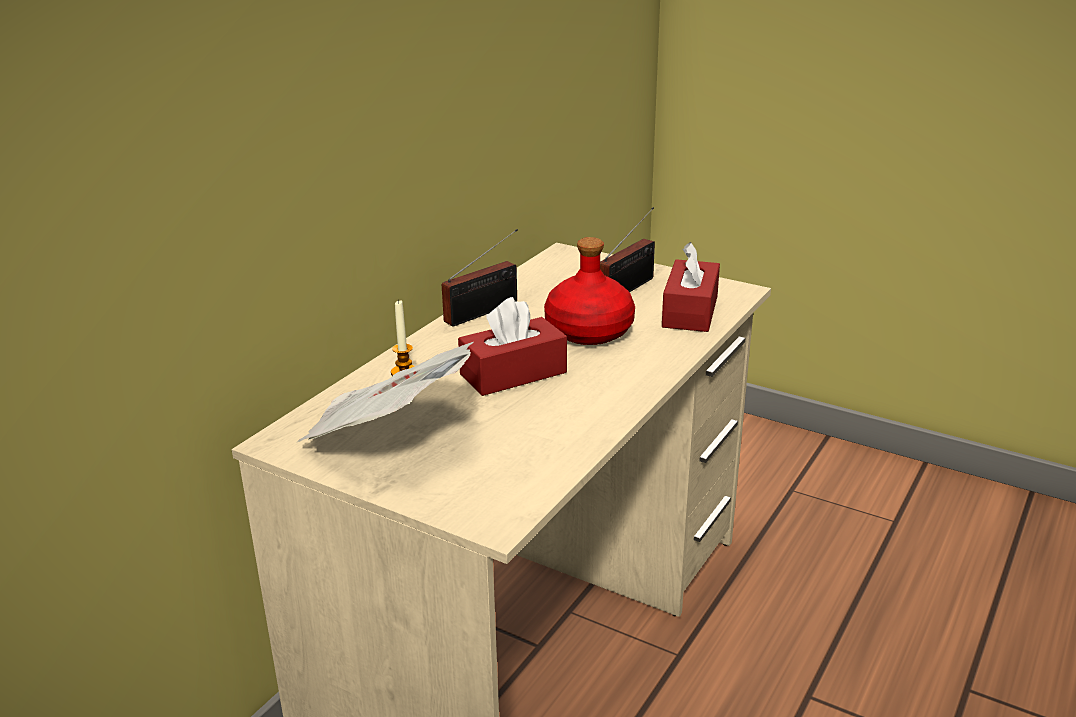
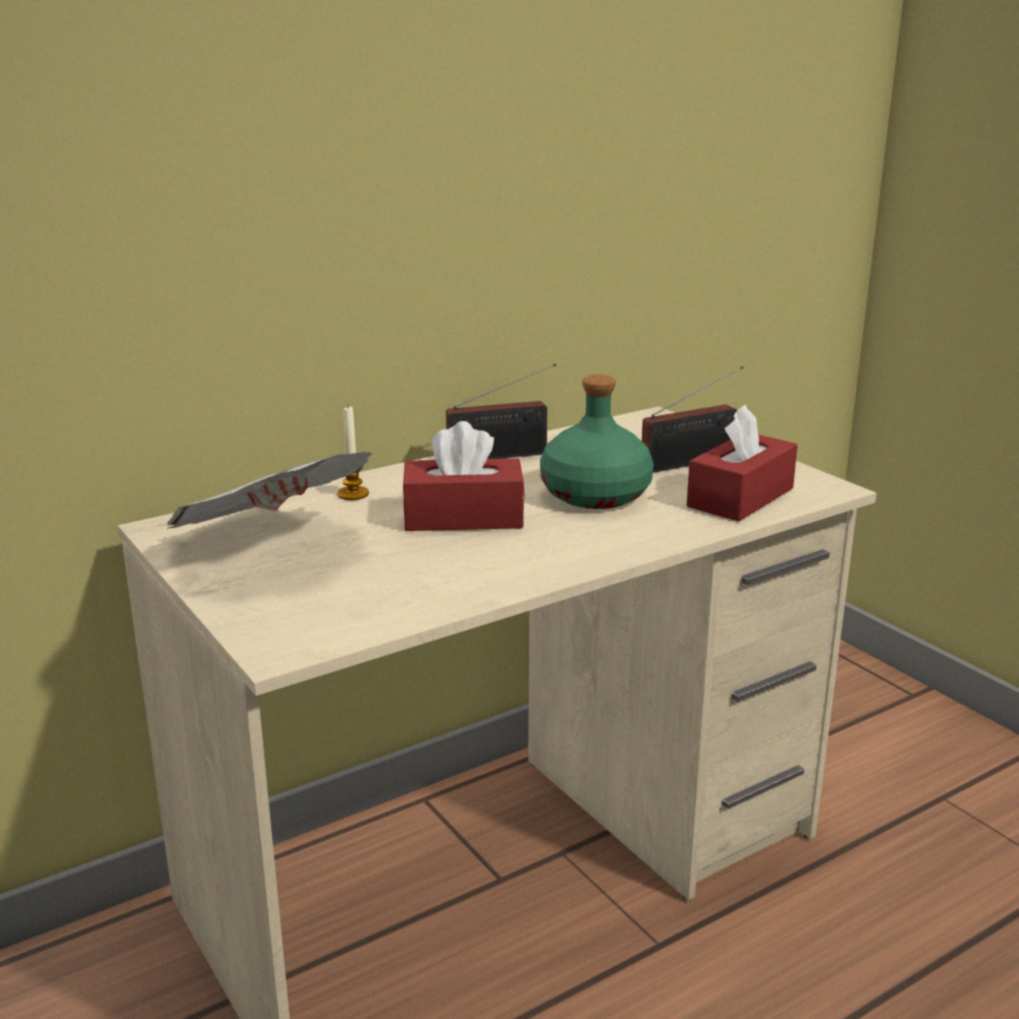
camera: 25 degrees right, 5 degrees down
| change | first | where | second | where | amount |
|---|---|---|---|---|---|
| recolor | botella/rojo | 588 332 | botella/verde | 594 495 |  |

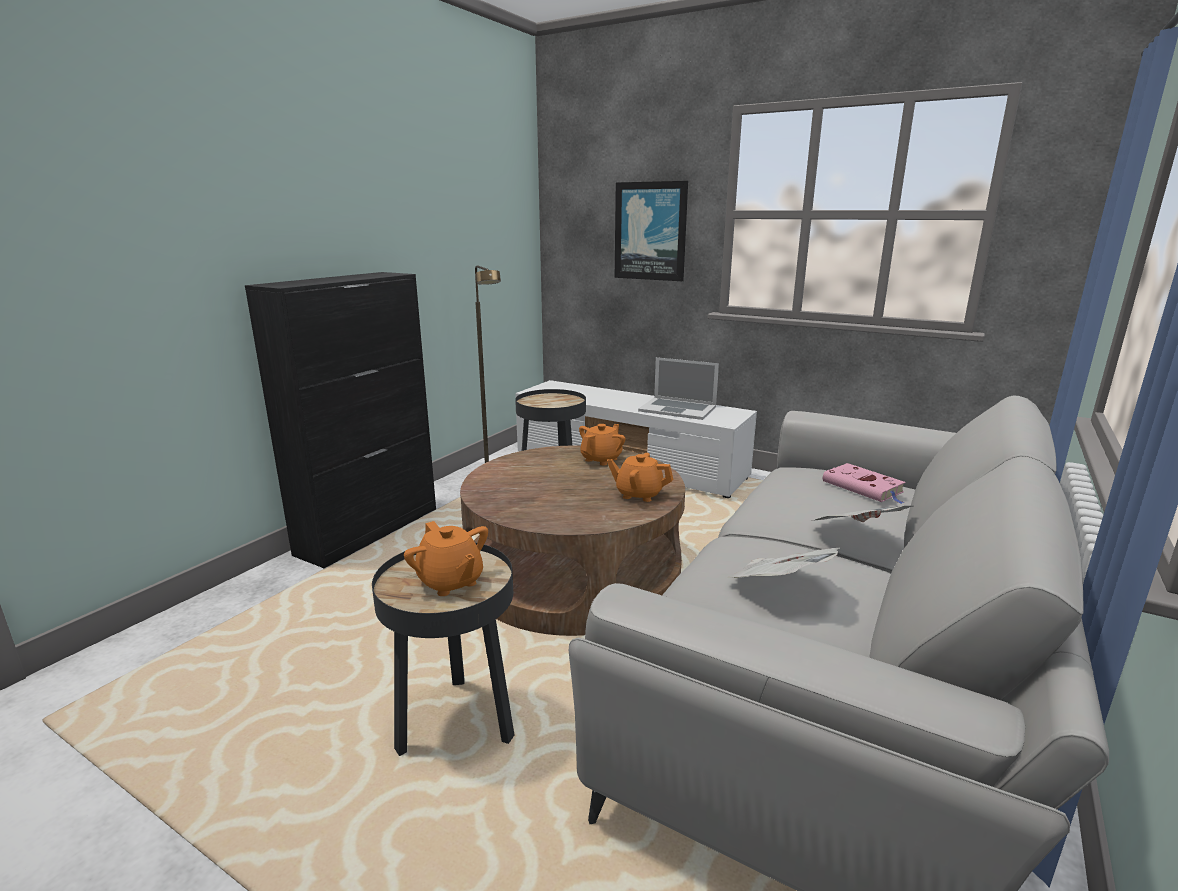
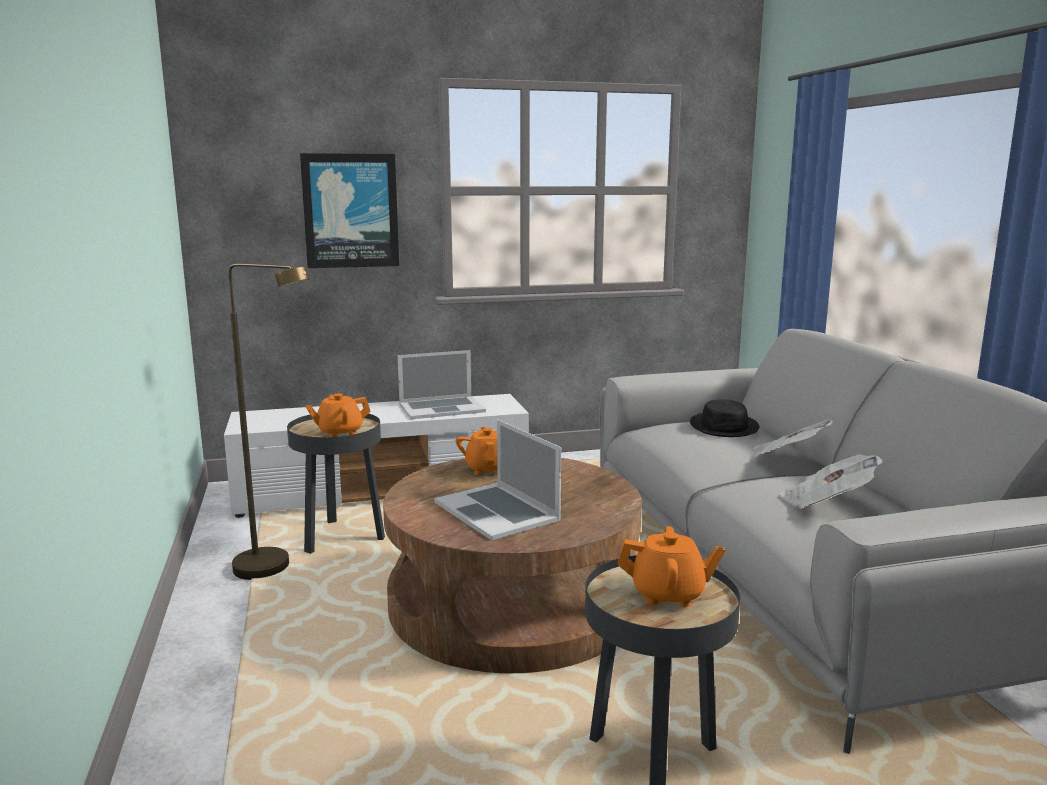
camera: 45 degrees left, 5 degrees down
| change | first | where | second | where | amount |
|---|---|---|---|---|---|
| delete | armario/negro | 370 530 |  |  |  |
| move | tetera/naranja | 639 494 |  | 339 432 |  |
| replace | libro/rosa | 864 488 | sombrero/negro | 724 426 |  |
| insert |  |  | portátil | 497 511 |  |

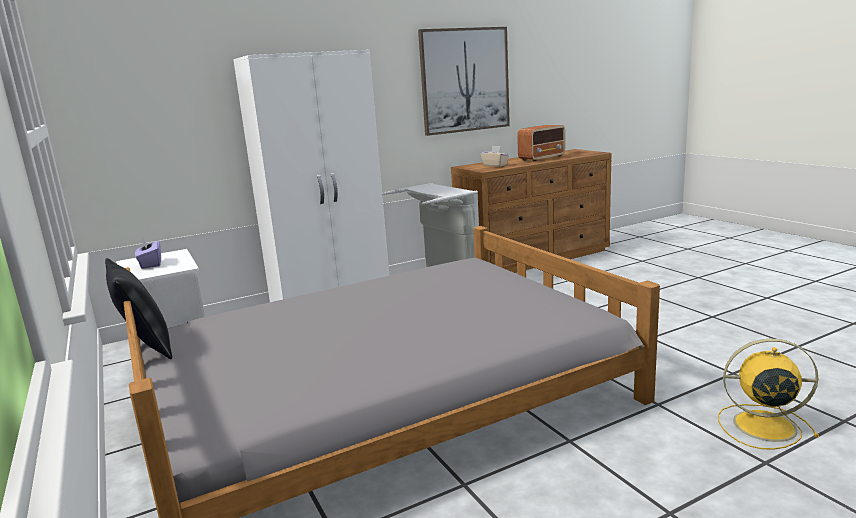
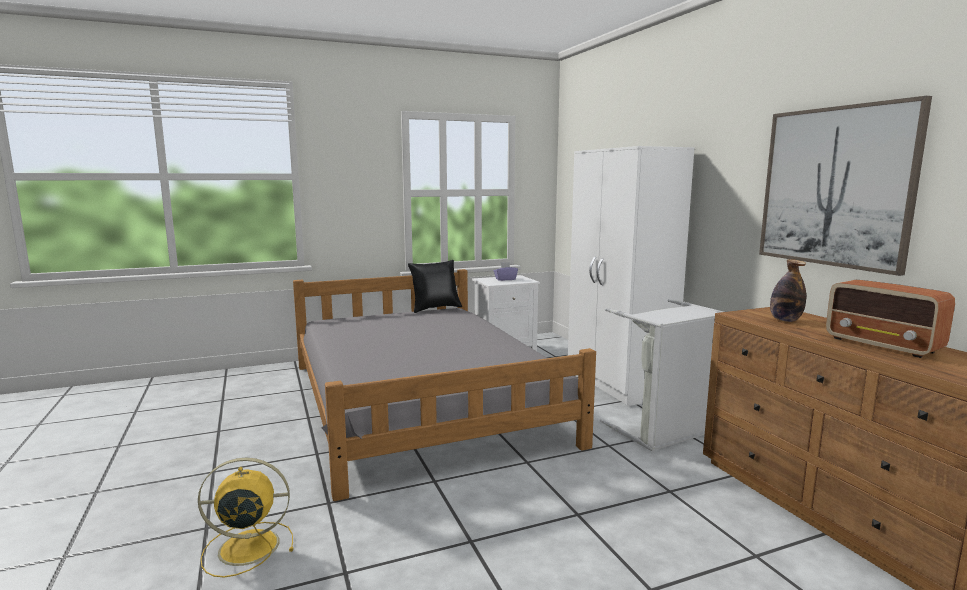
camera: 95 degrees right, 5 degrees down
| change | first | where | second | where | amount |
|---|---|---|---|---|---|
| replace | caja de pañuelos/beis | 495 165 | botella | 785 320 |  |
| rotate | ventilador/amarillo | 761 426 |  | 246 547 | 120 degrees counterclockwise |

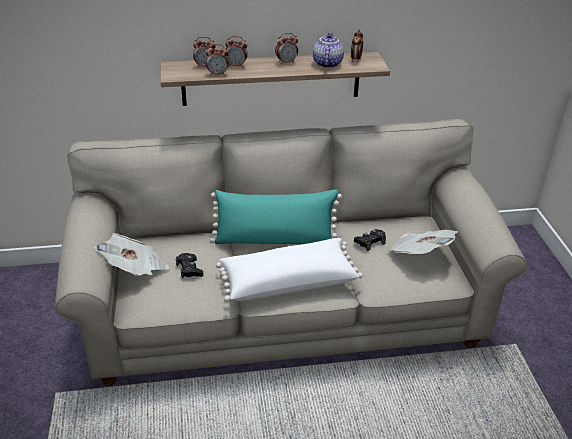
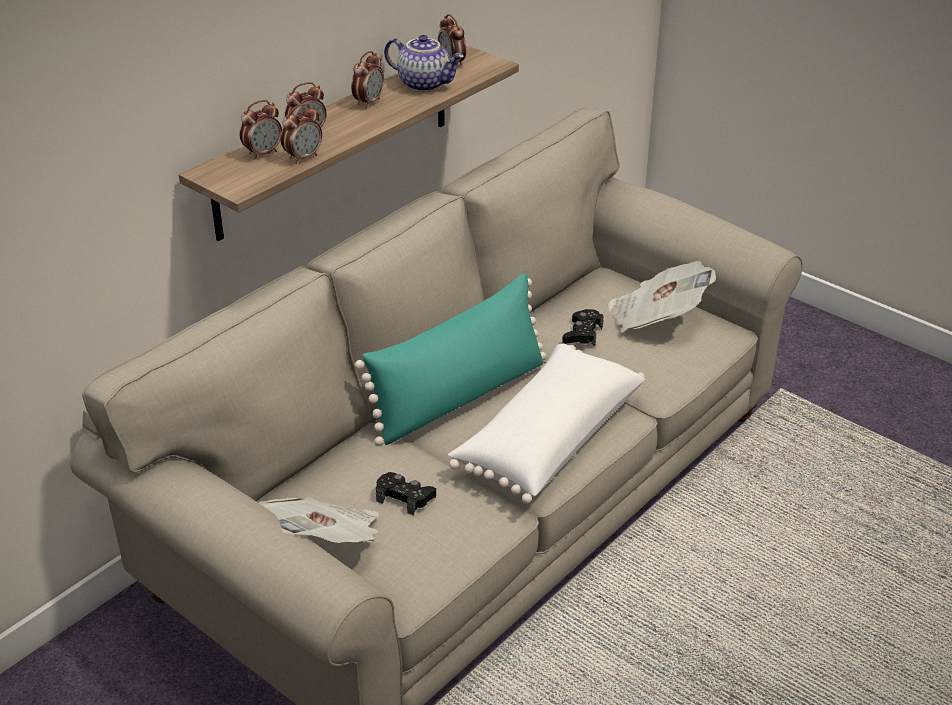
camera: 40 degrees left, 0 degrees up
| change | first | where | second | where | amount |
|---|---|---|---|---|---|
| rotate | tetera | 326 63 |  | 425 84 | 150 degrees clockwise |

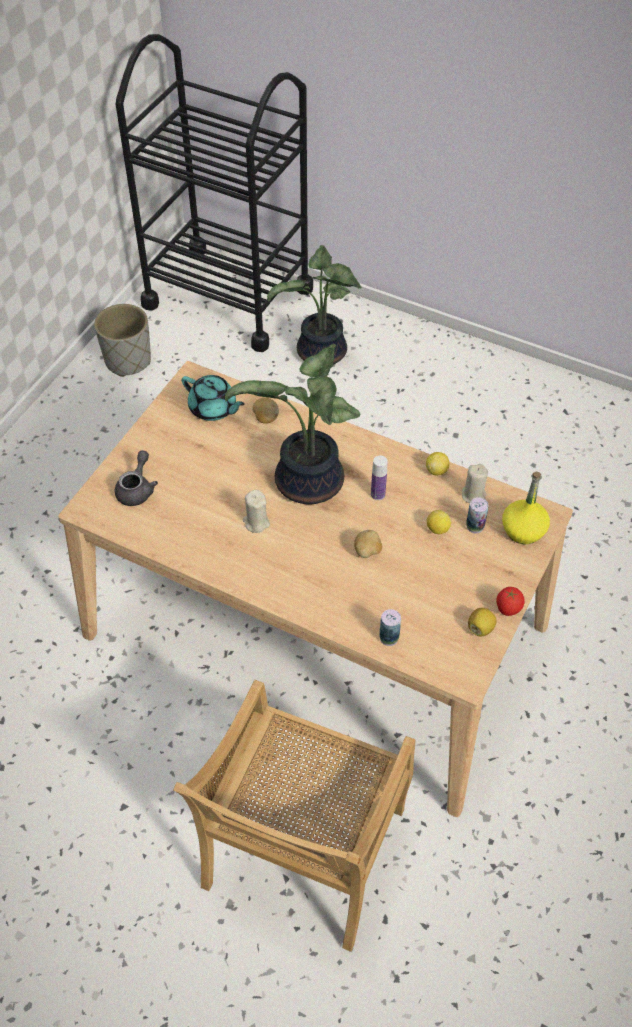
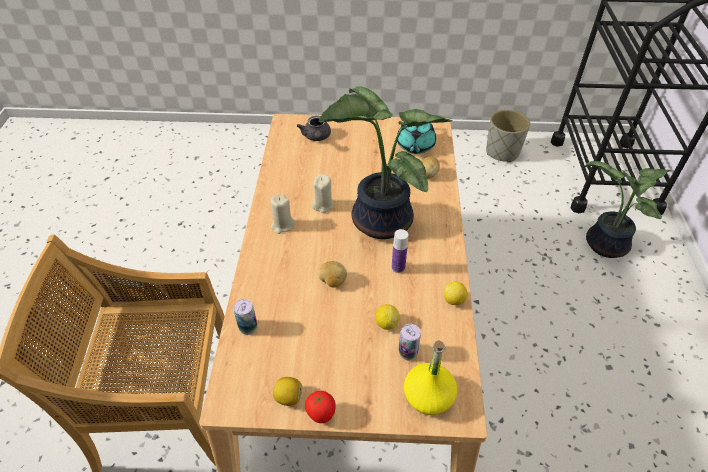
camera: 65 degrees right, 5 degrees down
| change | first | where | second | where | amount |
|---|---|---|---|---|---|
| rotate | tetera/gris | 137 489 |  | 316 137 | 90 degrees clockwise |
| move | vela/beis | 474 495 |  | 282 225 |  |

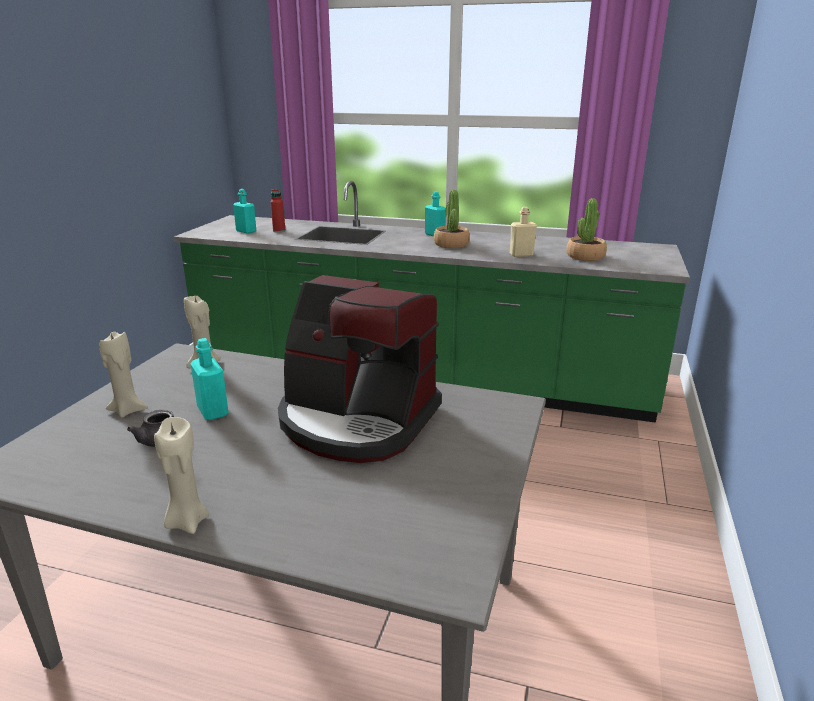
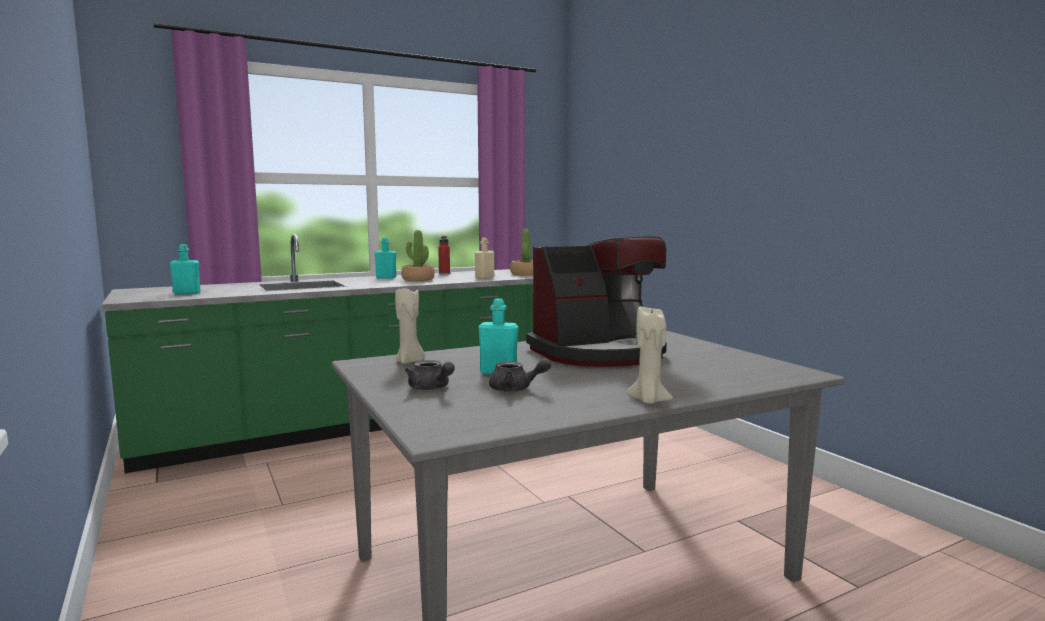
camera: 45 degrees left, 15 degrees down
| change | first | where | second | where | amount |
|---|---|---|---|---|---|
| replace | vela/beis | 128 410 | tetera/gris | 431 388 |  |
| move | botella/rojo | 279 231 |  | 444 273 |  |

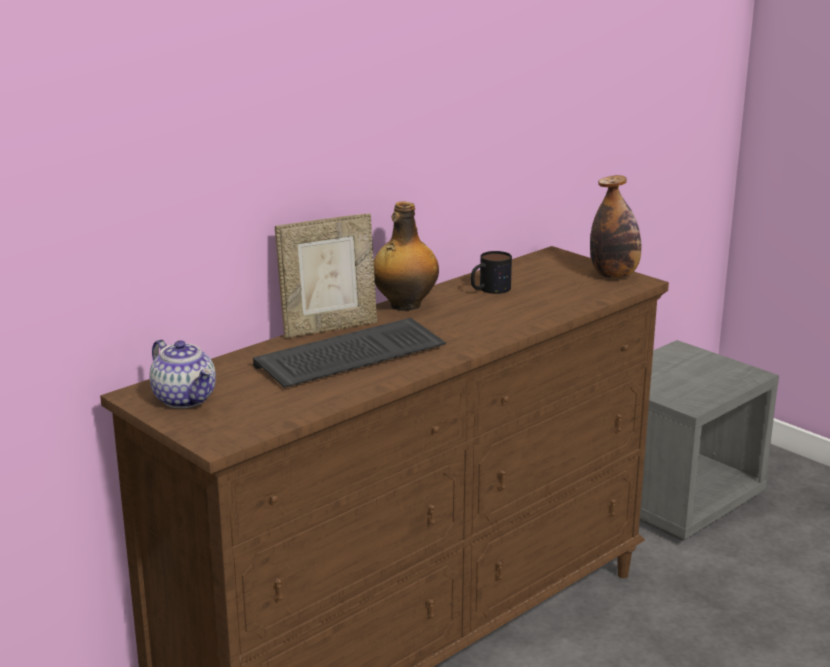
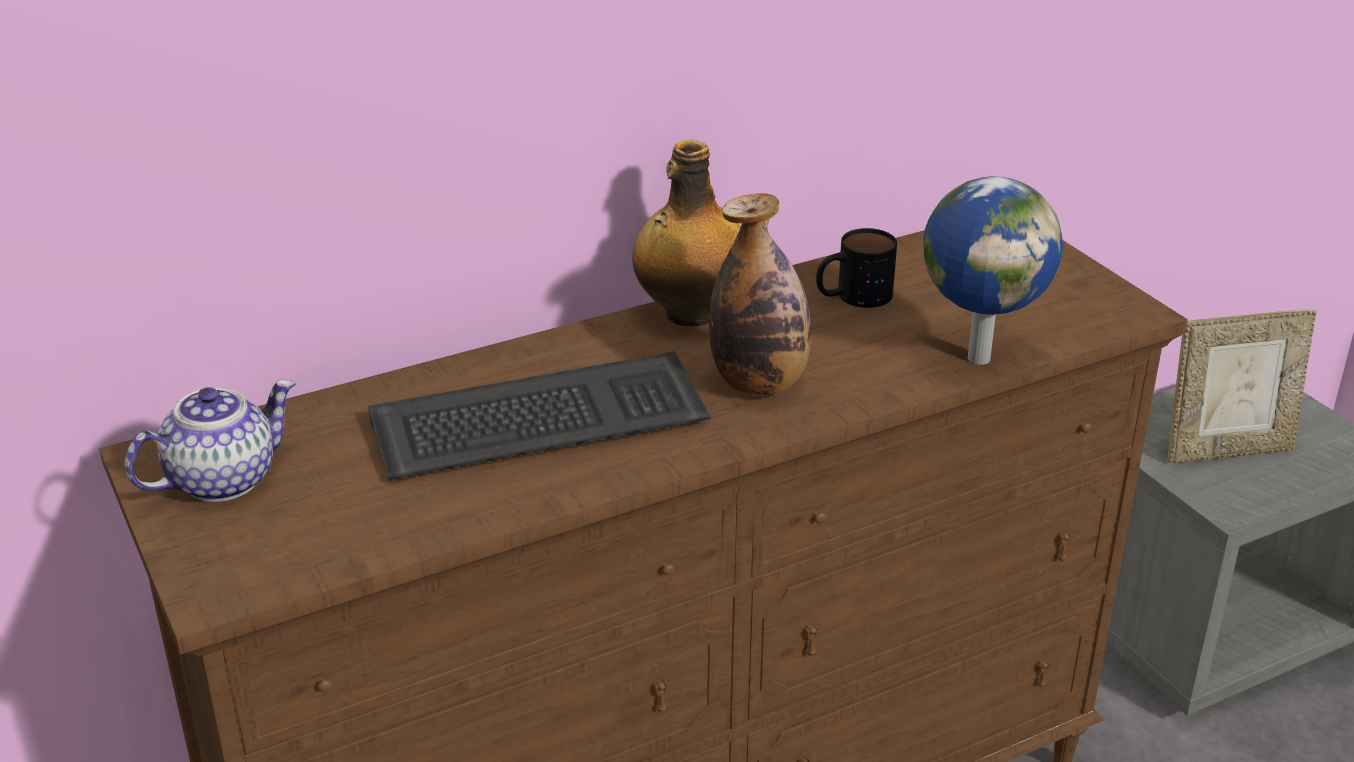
camera: 15 degrees right, 10 degrees up
| change | first | where | second | where | amount |
|---|---|---|---|---|---|
| rotate | tetera | 185 399 |  | 222 479 | 105 degrees counterclockwise |
| move | portarretratos | 329 327 |  | 1226 450 |  |
| move | botella | 614 275 |  | 759 383 |  |
| insert |  |  | globo terráqueo | 978 357 |  |

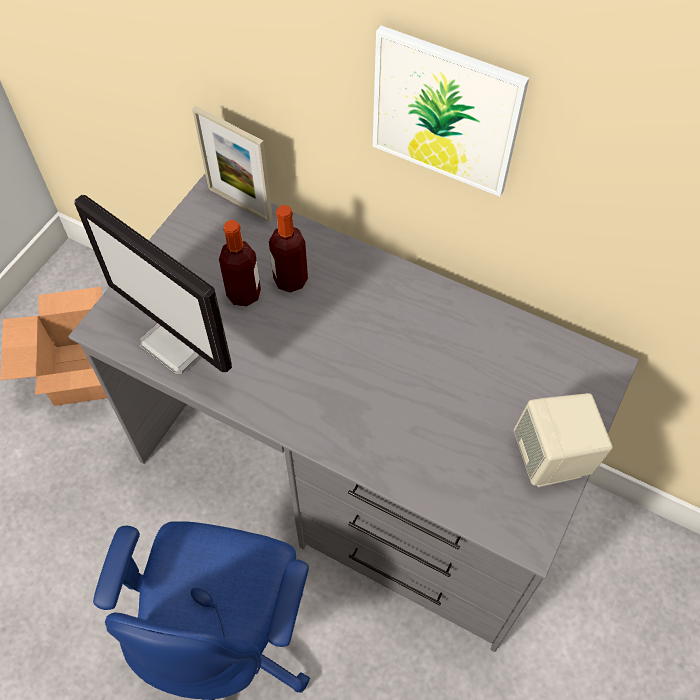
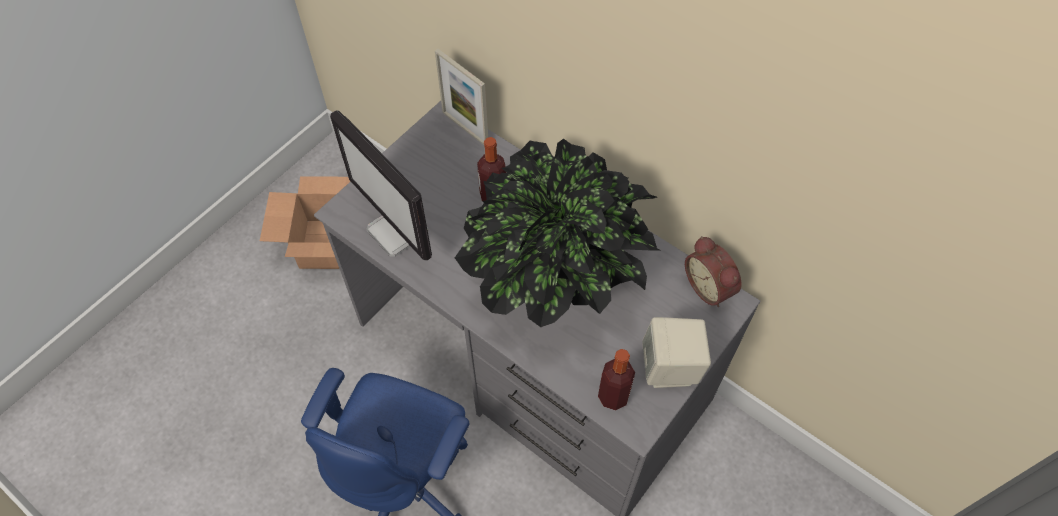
camera: 10 degrees right, 0 degrees up
| change | first | where | second | where | amount |
|---|---|---|---|---|---|
| move | botella | 244 294 |  | 613 396 |  |
| delete | cuadro | 445 112 |  |  |  |
| insert |  |  | planta en maceta | 555 281 |  |
| insert |  |  | despertador | 710 286 |  |

